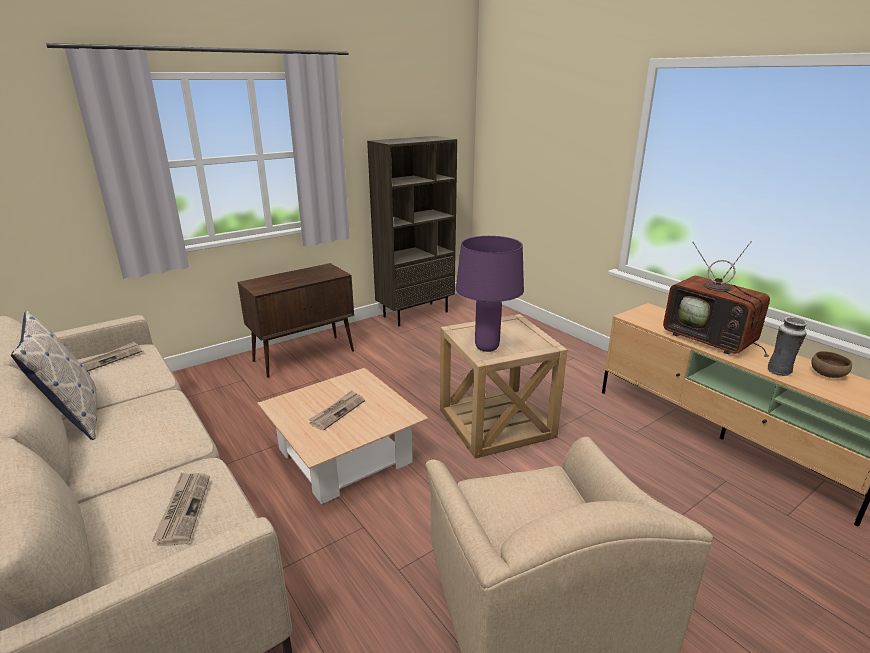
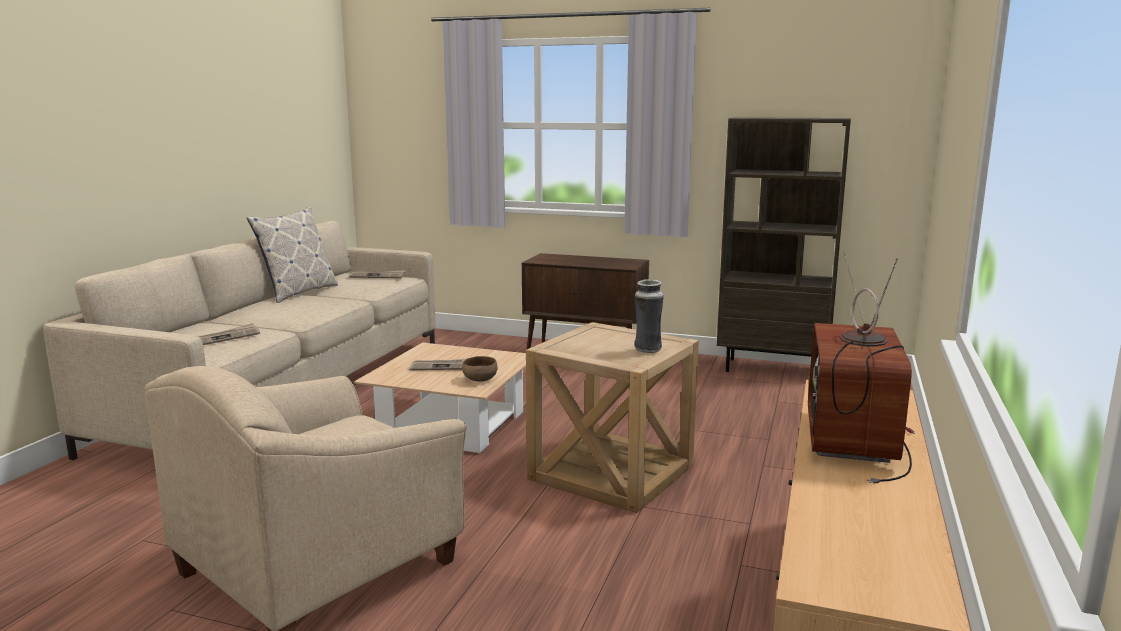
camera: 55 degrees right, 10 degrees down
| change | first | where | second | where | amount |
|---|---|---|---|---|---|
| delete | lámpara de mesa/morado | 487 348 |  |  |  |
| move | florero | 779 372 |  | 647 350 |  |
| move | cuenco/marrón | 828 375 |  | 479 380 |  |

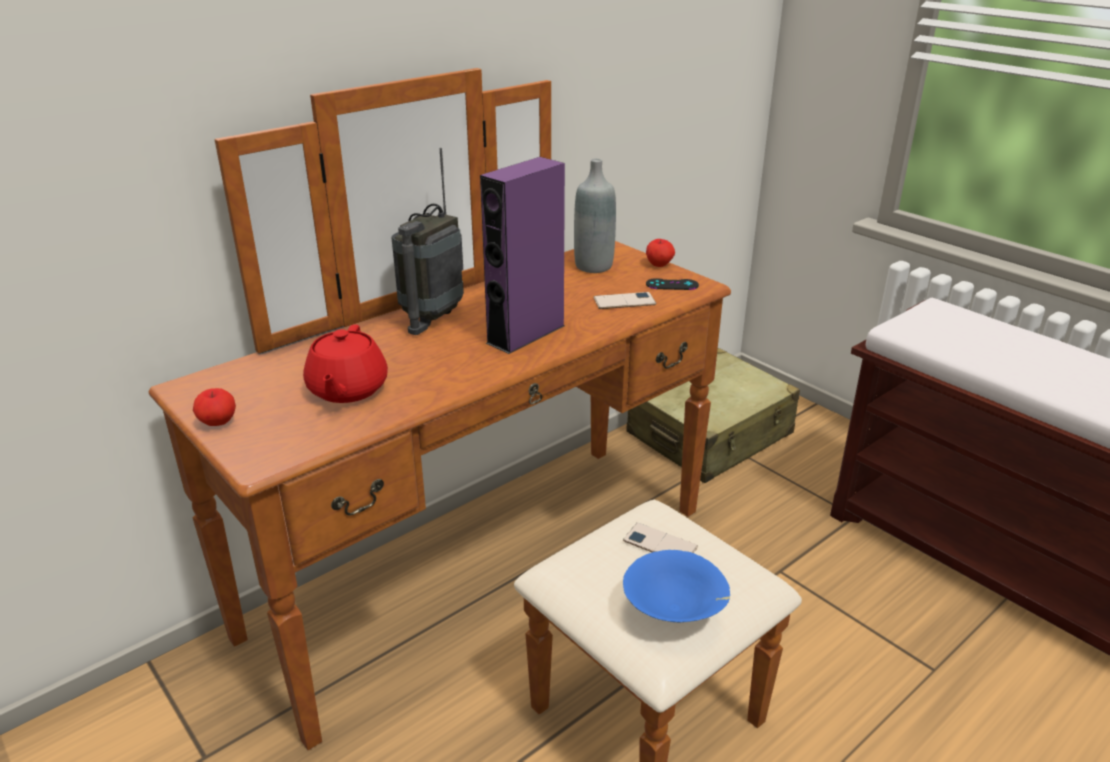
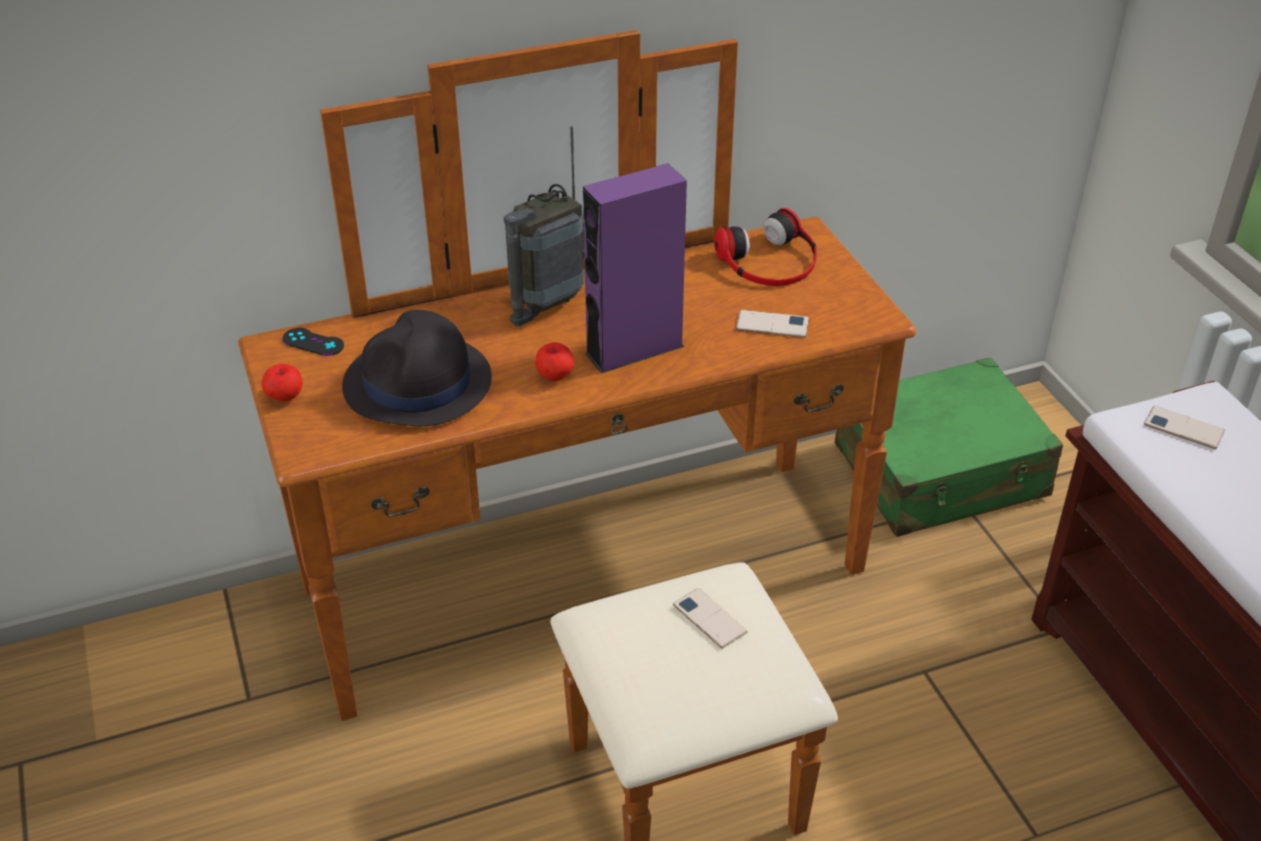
camera: 20 degrees right, 10 degrees up
| change | first | where | second | where | amount |
|---|---|---|---|---|---|
| replace | tetera/rojo | 347 390 | sombrero/negro | 418 384 |  |
| replace | botella/gris | 593 266 | auriculares | 770 261 |  |
| delete | cuenco/azul | 675 613 |  |  |  |
| recolor | maleta/beis | 710 434 | maleta/verde | 941 472 |  |
| move | manzana | 659 264 |  | 555 376 |  |
| move | mando de consola/negro | 672 285 |  | 313 342 |  |
| insert |  |  | móvil | 1184 428 |  |

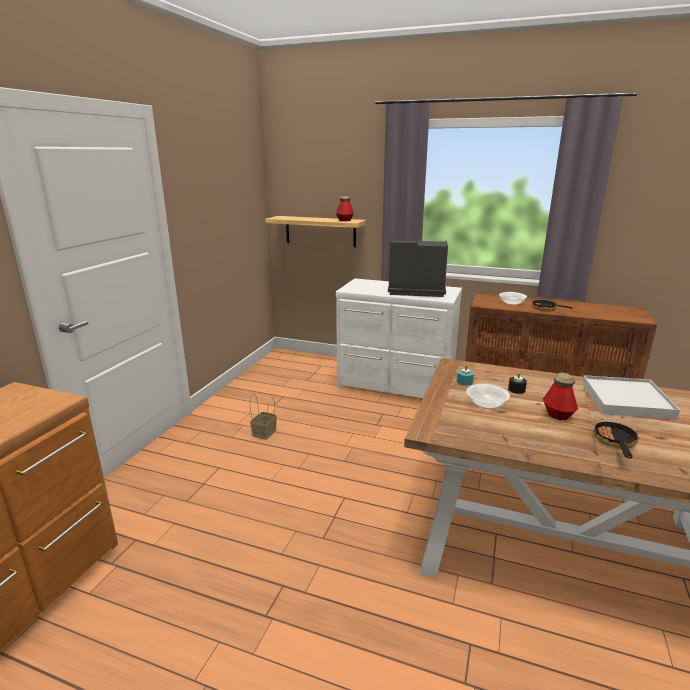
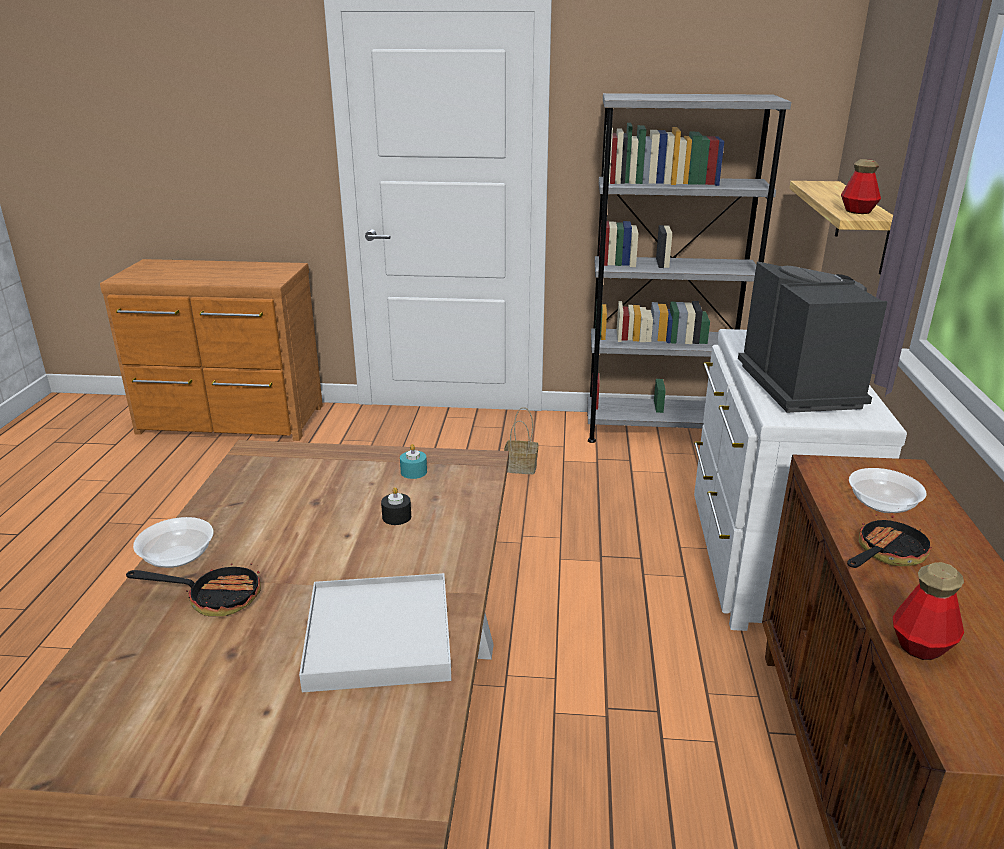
camera: 75 degrees right, 5 degrees up
| change | first | where | second | where | amount |
|---|---|---|---|---|---|
| move | cuenco | 486 404 |  | 177 557 |  |
| move | botella | 558 415 |  | 921 646 |  |
| insert |  |  | estantería/gris | 660 430 |  |

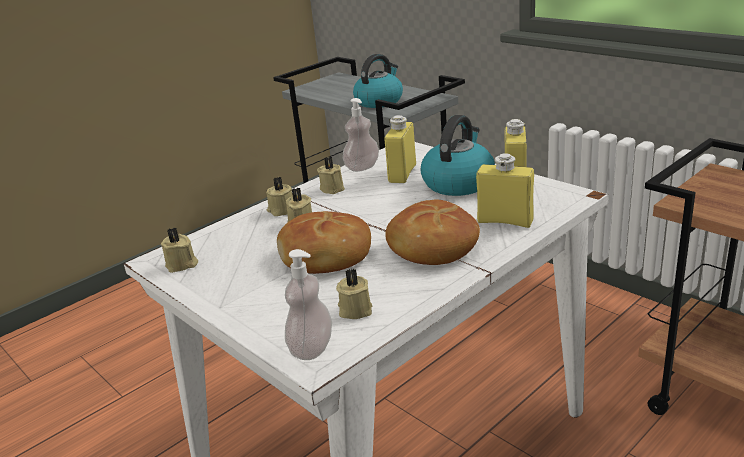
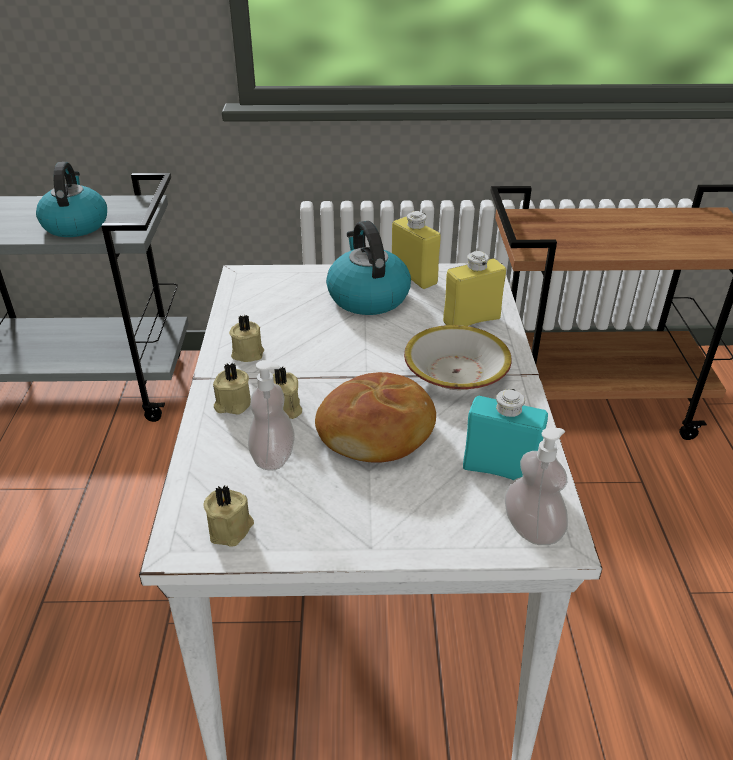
camera: 50 degrees left, 10 degrees up
| change | first | where | second | where | amount |
|---|---|---|---|---|---|
| replace | vela/beis | 354 310 | botella/turquesa | 500 469 |  |
| move | dispensador de jabón | 362 167 |  | 273 456 |  |
| delete | botella/amarillo | 402 174 |  |  |  |
| replace | pan | 432 246 | cuenco | 455 373 |  |

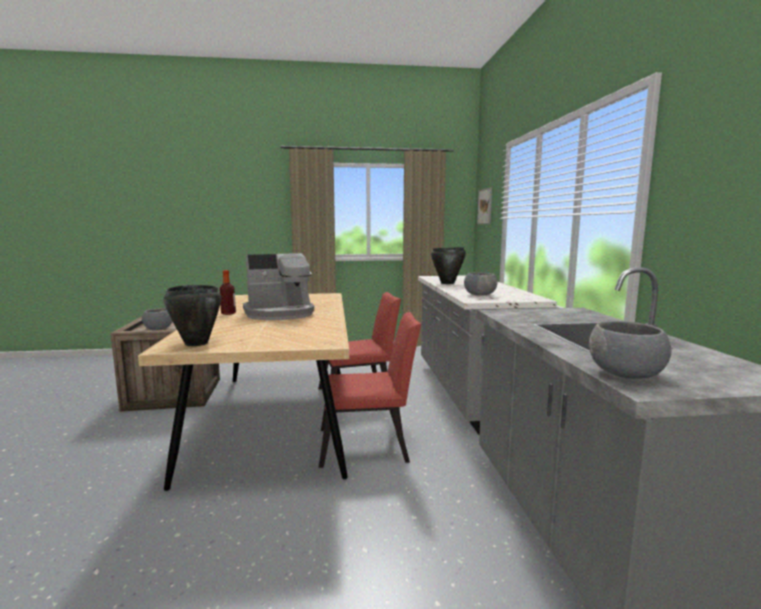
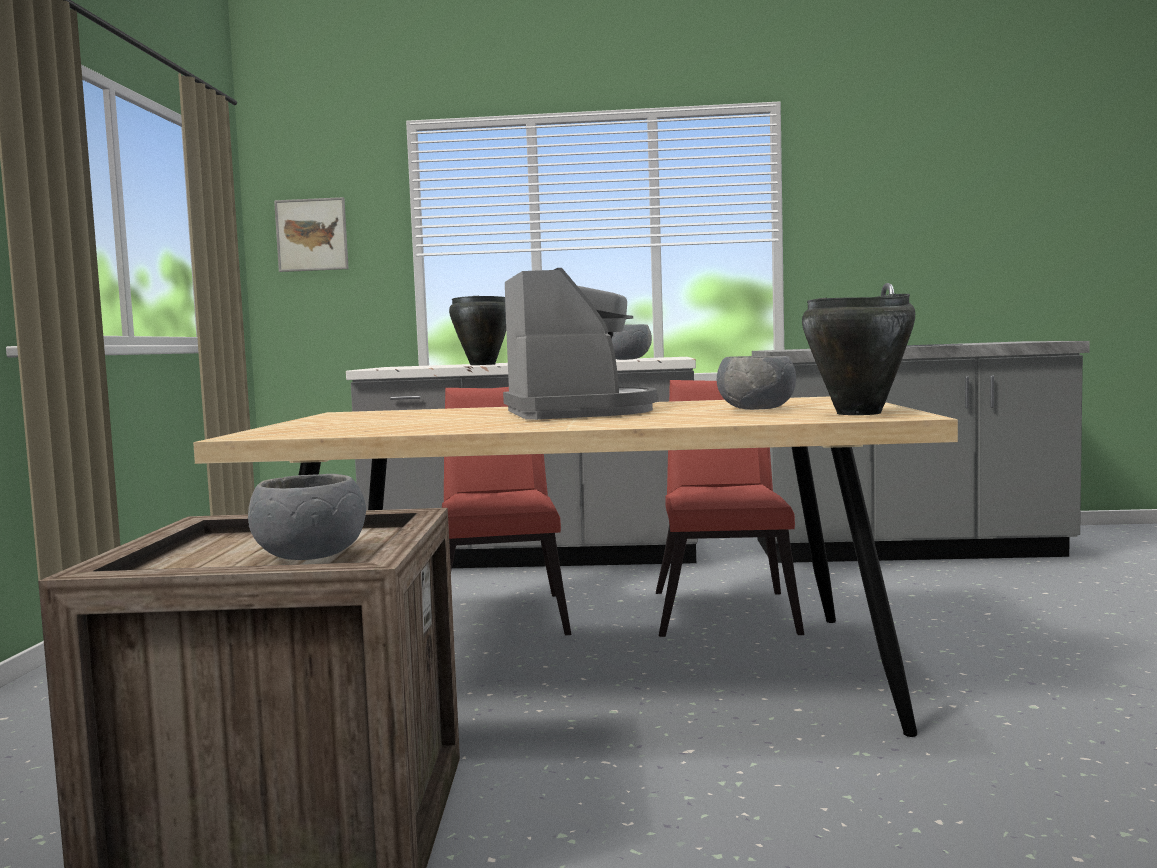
camera: 80 degrees left, 5 degrees down
| change | first | where | second | where | amount |
|---|---|---|---|---|---|
| delete | botella | 228 313 |  |  |  |
| move | cuenco/gris | 625 374 |  | 756 409 |  |

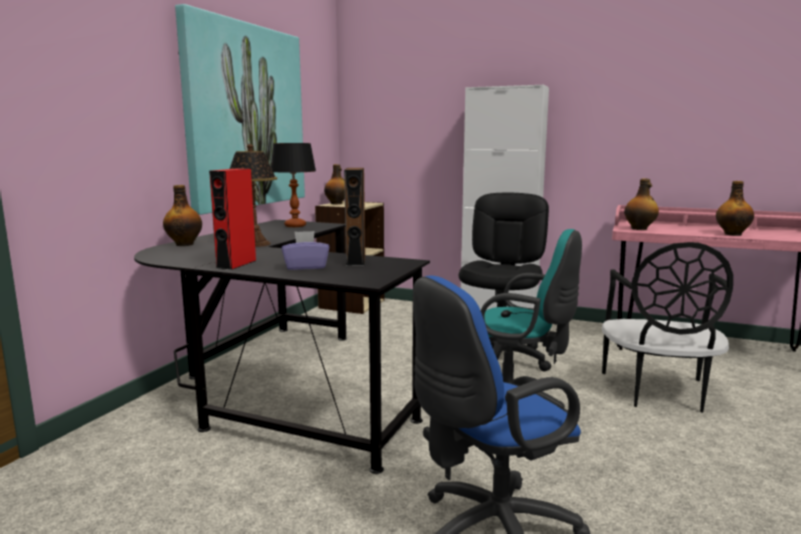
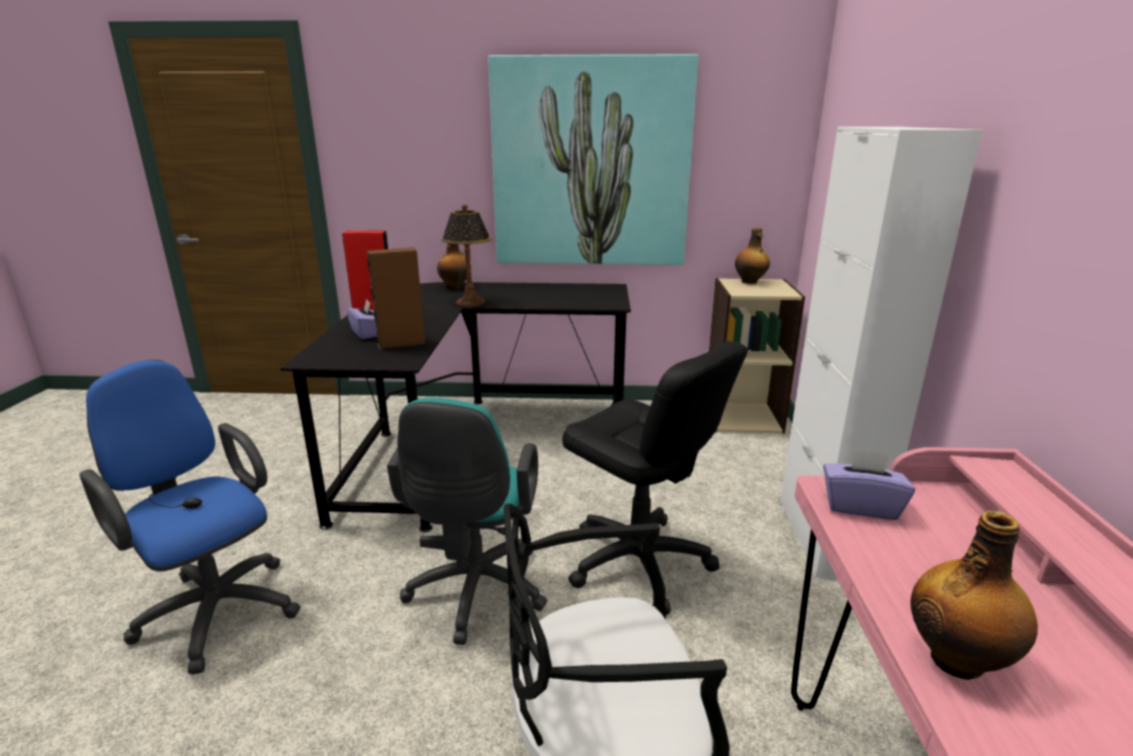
camera: 70 degrees right, 10 degrees up
| change | first | where | second | where | amount |
|---|---|---|---|---|---|
| delete | lámpara de mesa | 295 226 |  |  |  |
| rotate | silla de oficina/negro | 500 359 |  | 638 562 | 45 degrees clockwise |
| replace | botella | 639 229 | caja de pañuelos/morado | 860 506 |  |

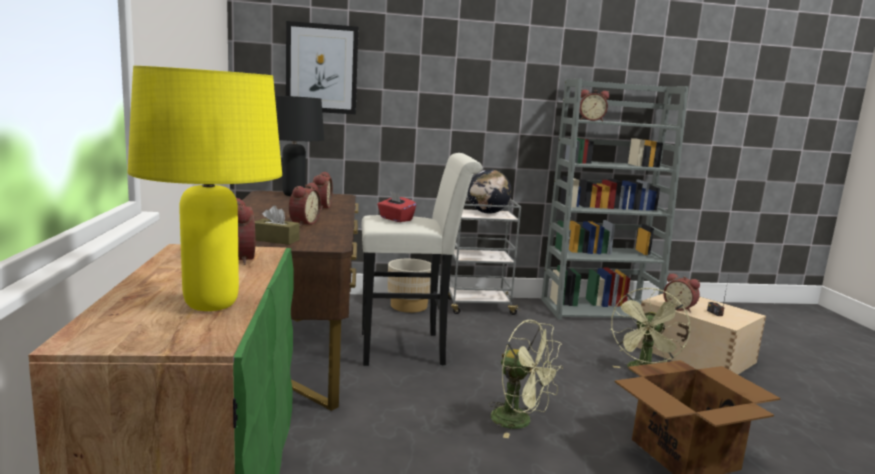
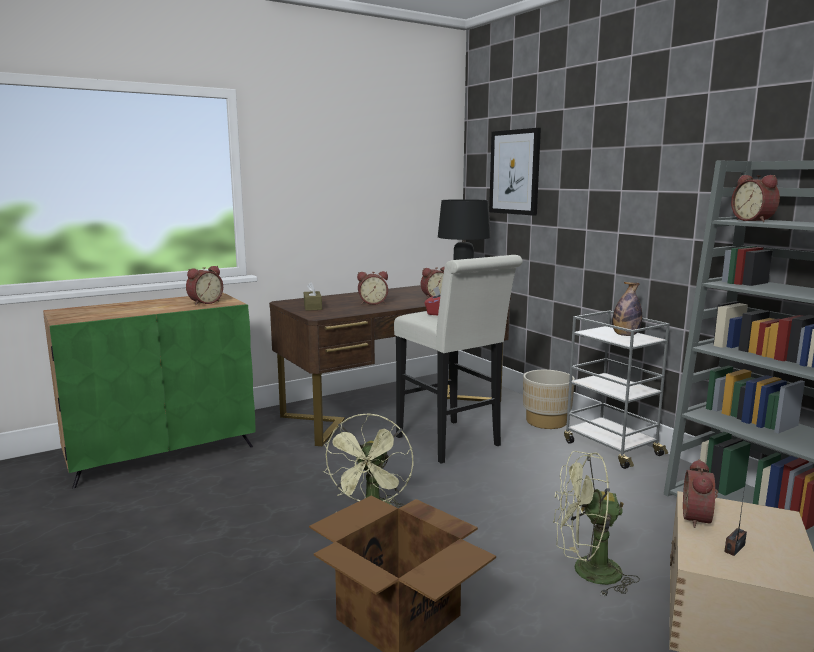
camera: 65 degrees right, 0 degrees up
| change | first | where | second | where | amount |
|---|---|---|---|---|---|
| delete | lámpara de mesa/amarillo | 210 305 |  |  |  |
| replace | globo terráqueo | 487 213 | botella | 625 335 |  |

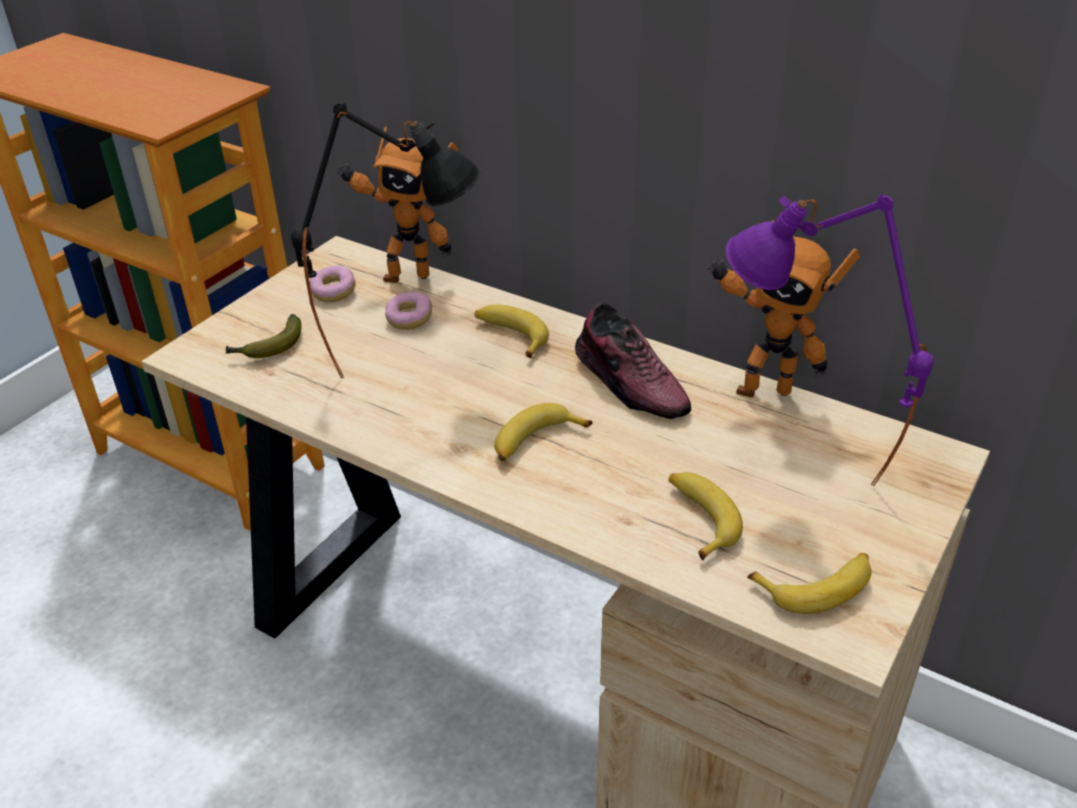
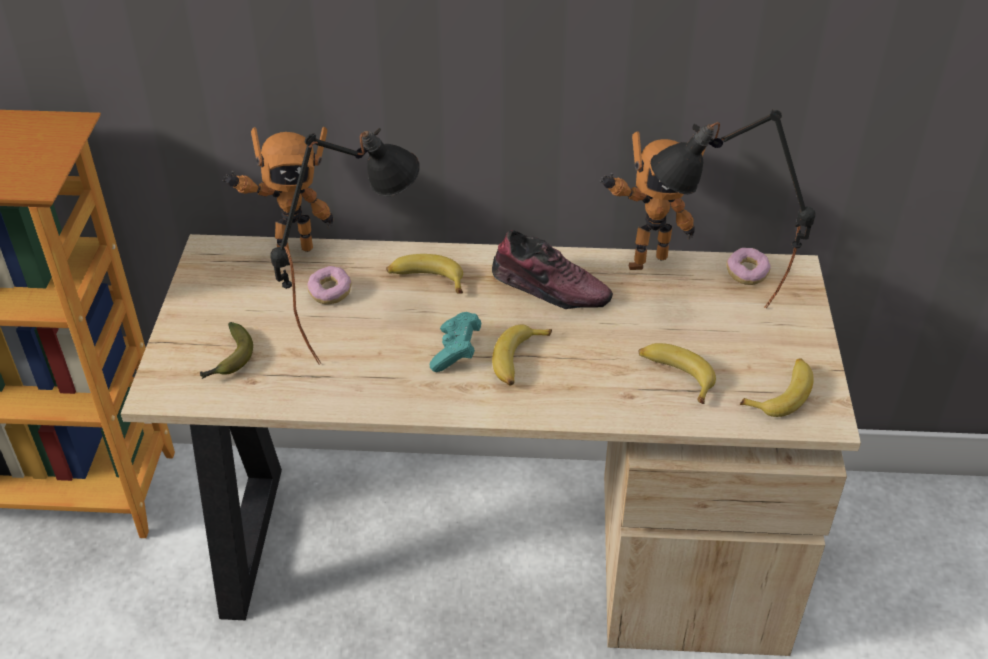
camera: 30 degrees left, 5 degrees up
| change | first | where | second | where | amount |
|---|---|---|---|---|---|
| move | rosquilla | 333 293 |  | 746 274 |  |
| recolor | lámpara de mesa/morado | 797 470 | lámpara de mesa/negro | 712 315 |  |
| insert |  |  | mando de consola/turquesa | 456 352 |  |

